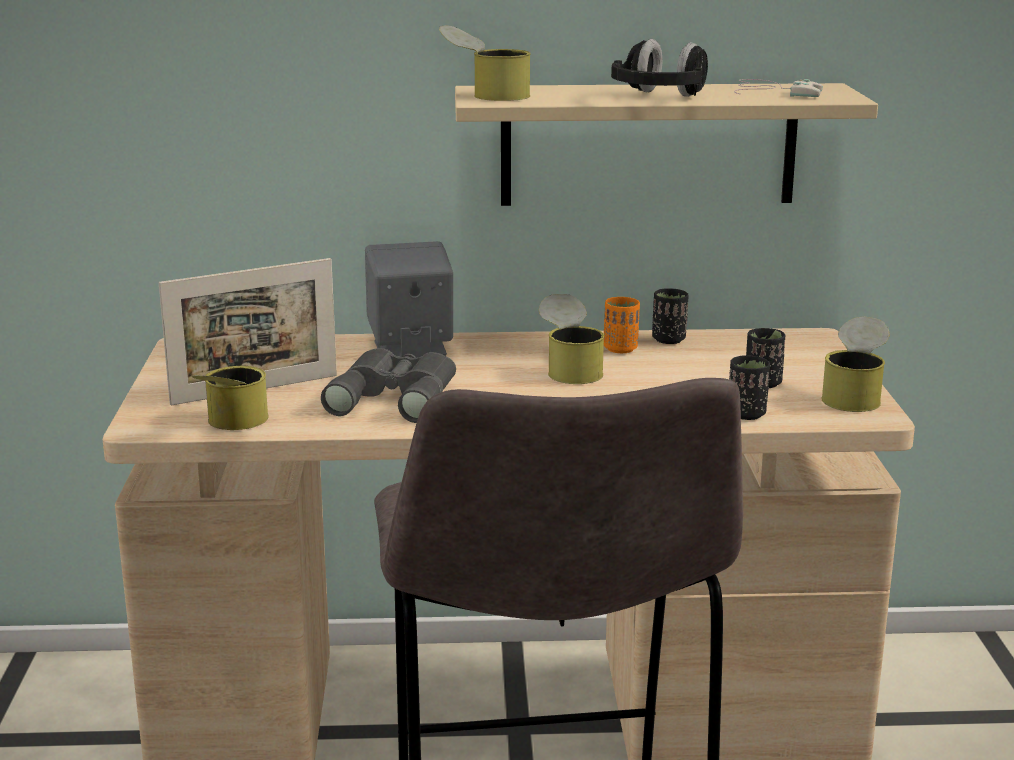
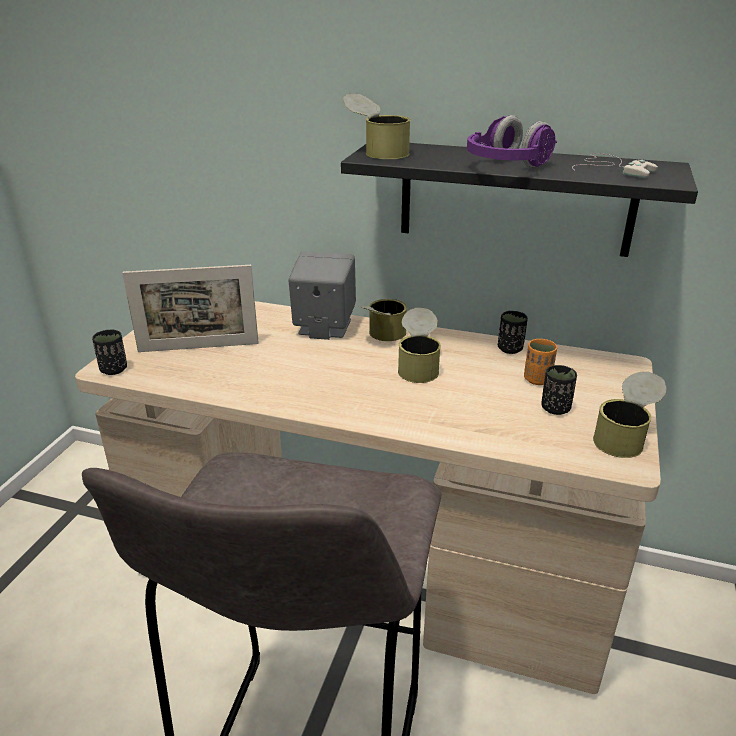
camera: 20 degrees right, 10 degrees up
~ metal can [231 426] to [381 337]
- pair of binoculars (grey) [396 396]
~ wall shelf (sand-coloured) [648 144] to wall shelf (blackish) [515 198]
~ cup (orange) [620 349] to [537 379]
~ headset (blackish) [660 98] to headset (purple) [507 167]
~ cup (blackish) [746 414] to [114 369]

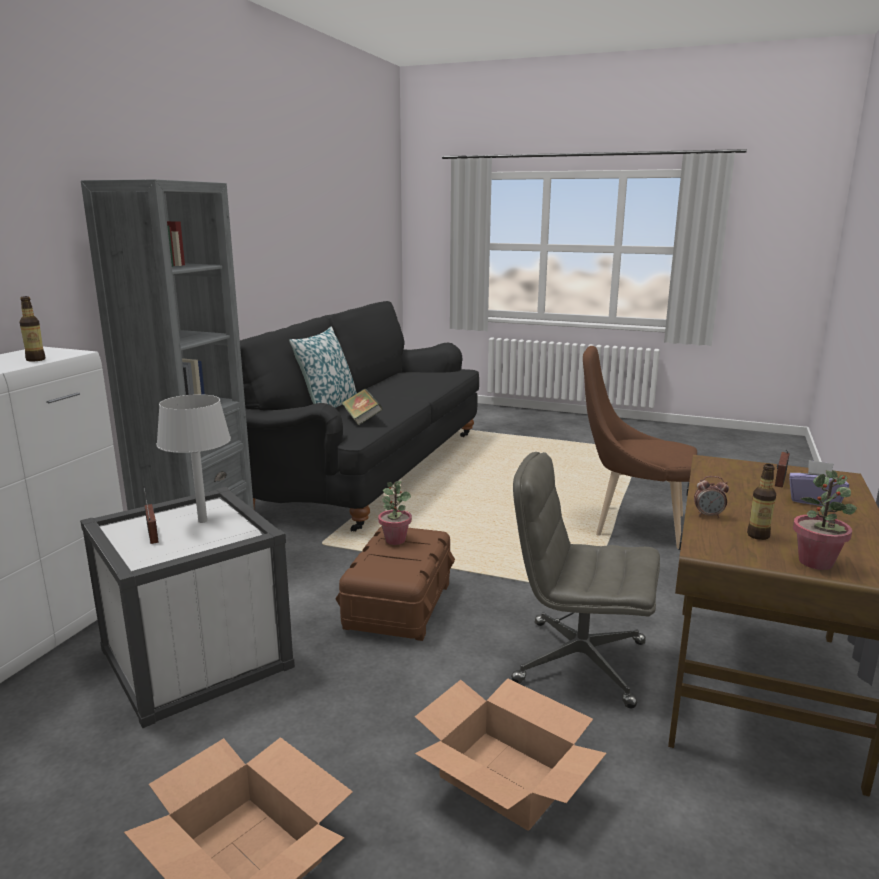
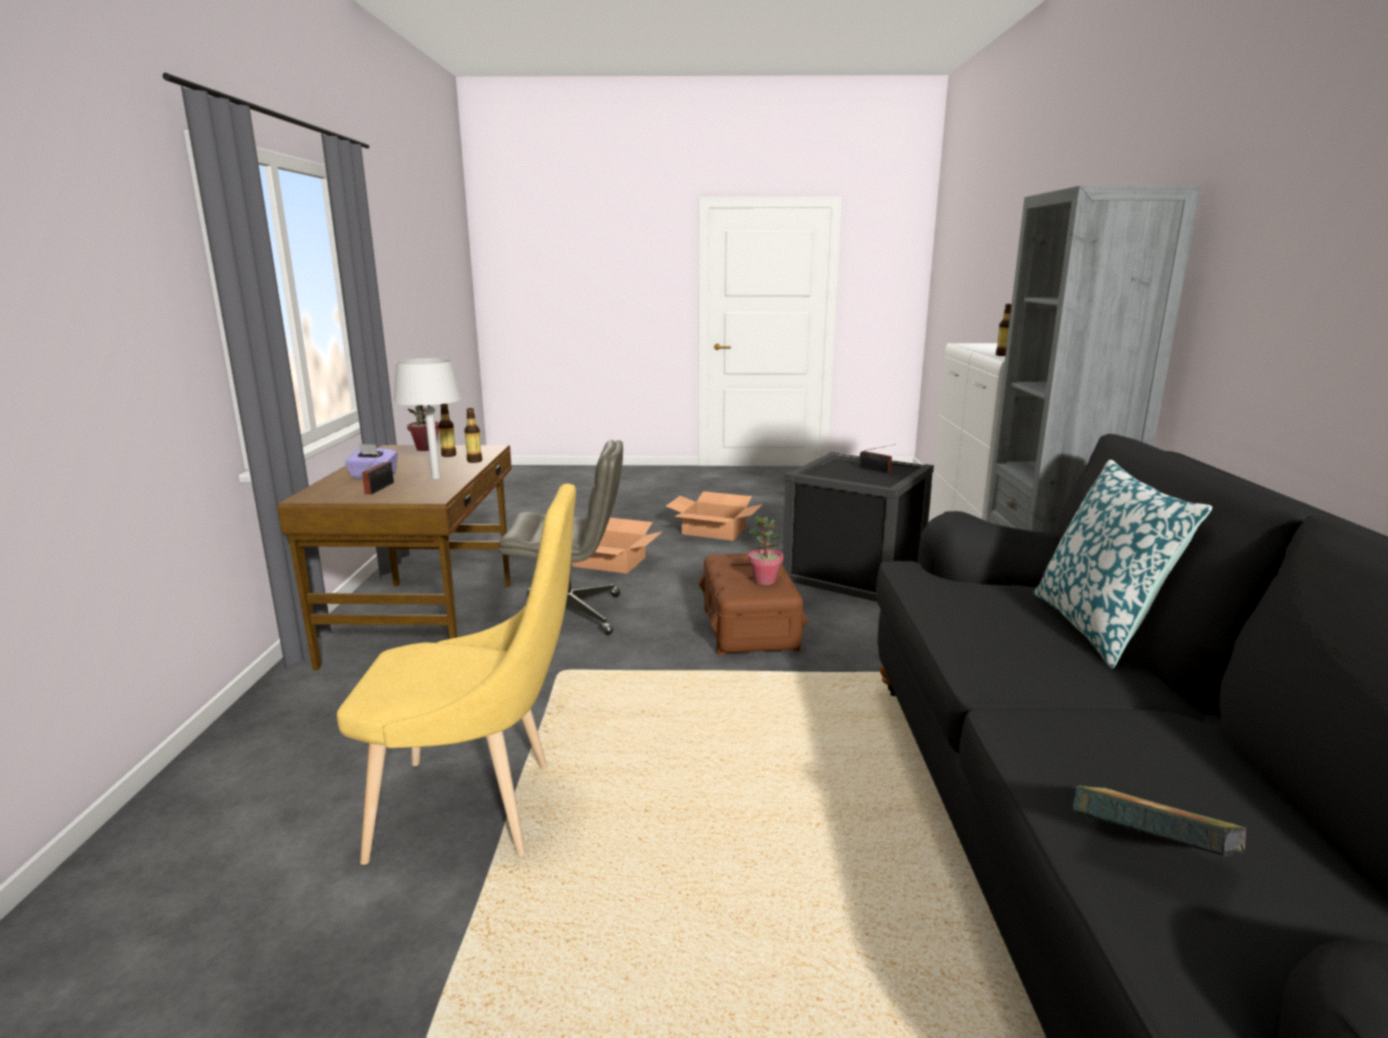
camera: 160 degrees right, 0 degrees up
~ storage bin (whitish) [195 658] to storage bin (blackish) [854 574]
~ table lamp (grey) [203 521] to [436 478]
~ bound book [362 419] to [1150 856]
~ chair (brown) [632 525] to chair (yellow) [478 809]
~ bedside clock [708 515] to bottle [474 461]

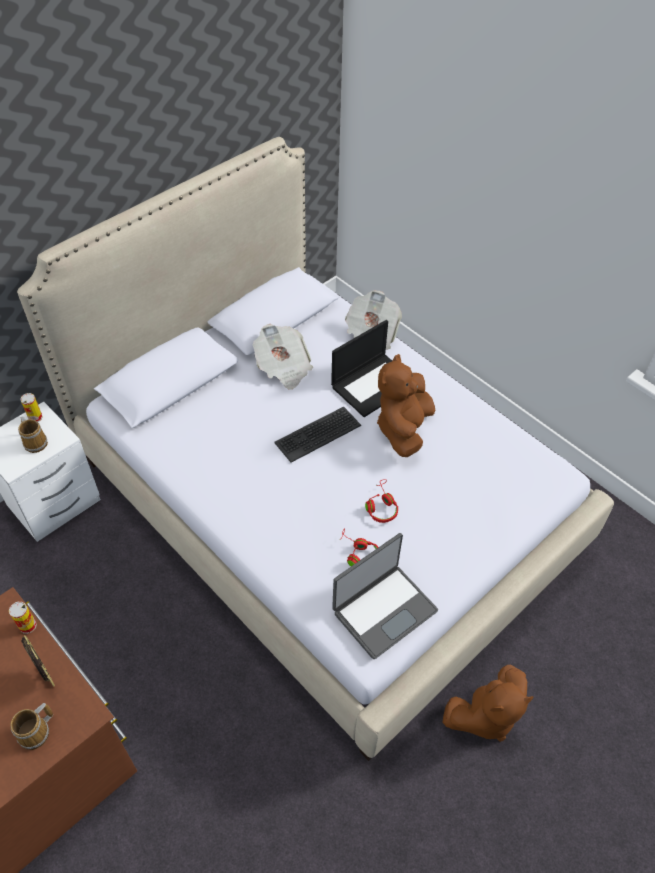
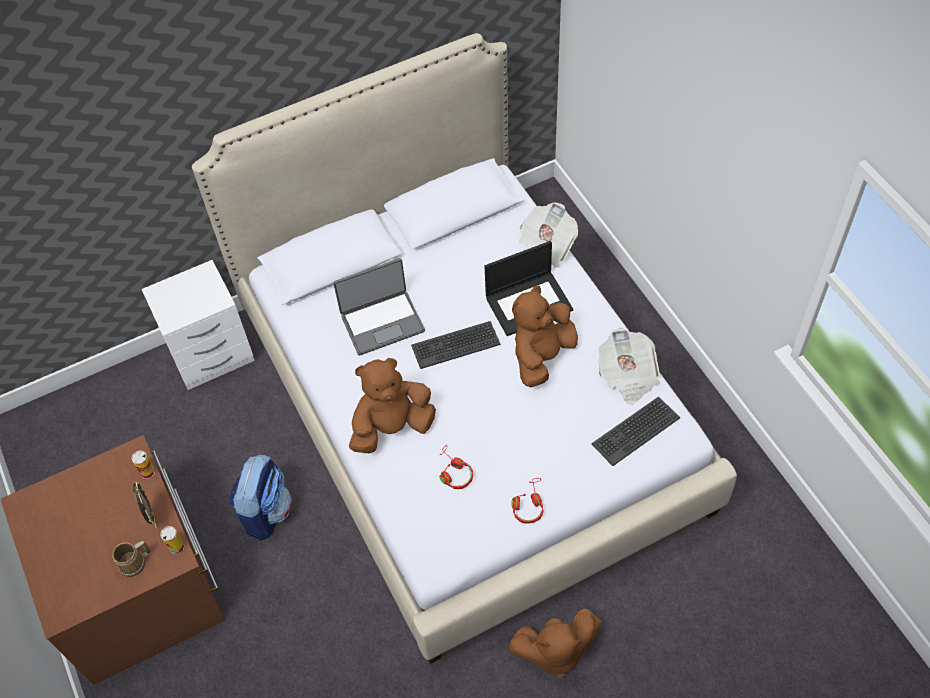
camera: 20 degrees right, 5 degrees up
- coffee mug [35 442]
~ metal can [35 417] to [176 547]
~ newspaper [283 367] to [627 376]
~ portable computer [383 610] to [382 322]
~ headset (reddish) [381 506] to [528 505]
+ rucksack [266 511]
+ soft toy (brown) [392 427]
+ computer keyboard [635 430]

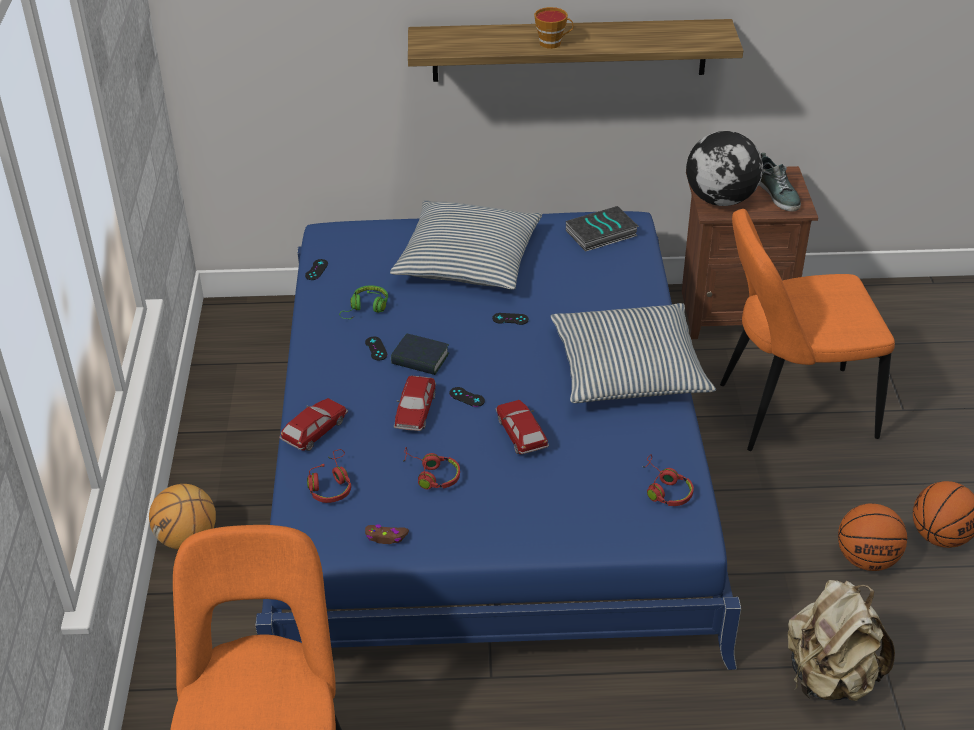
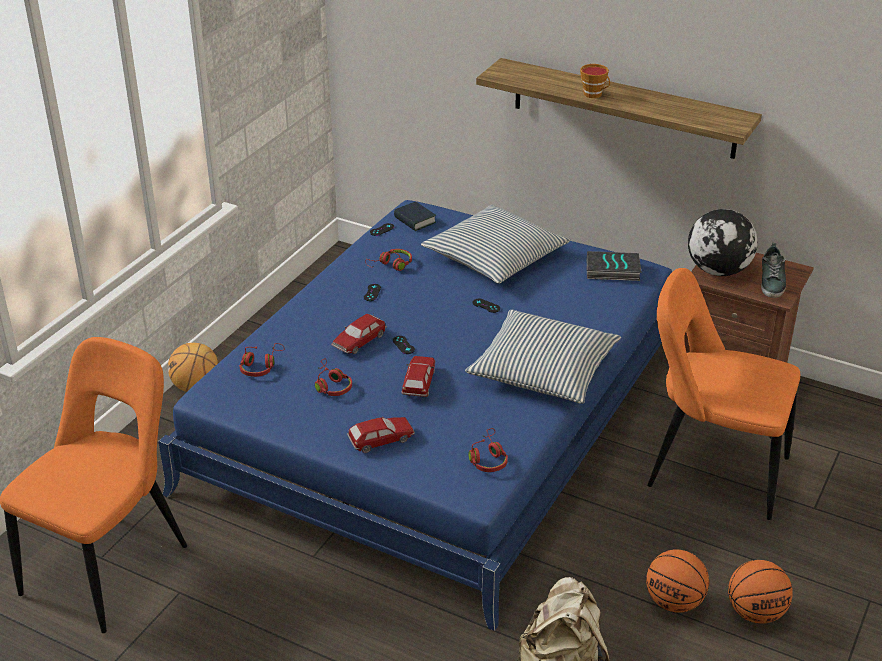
camera: 30 degrees right, 5 degrees down
~ toy car [315 430] to [381 439]
~ headset (green-coloured) [366 308] to headset (reddish) [391 265]
- game controller (brown) [386 537]
~ bound book [420 359] to [415 220]

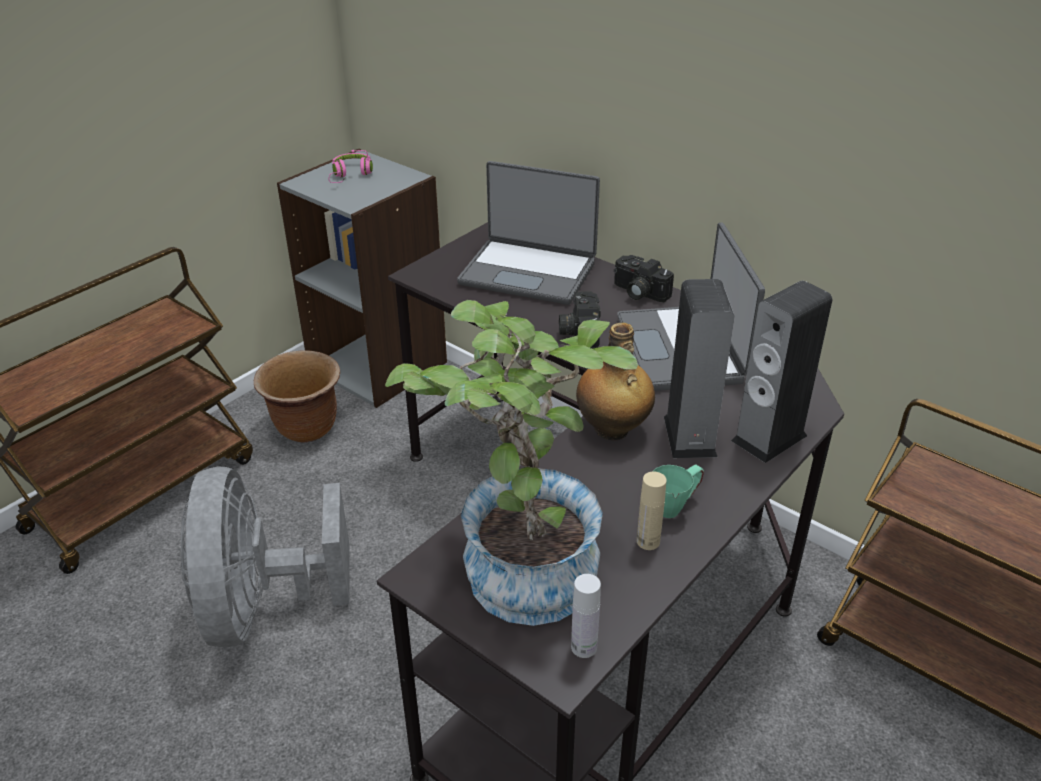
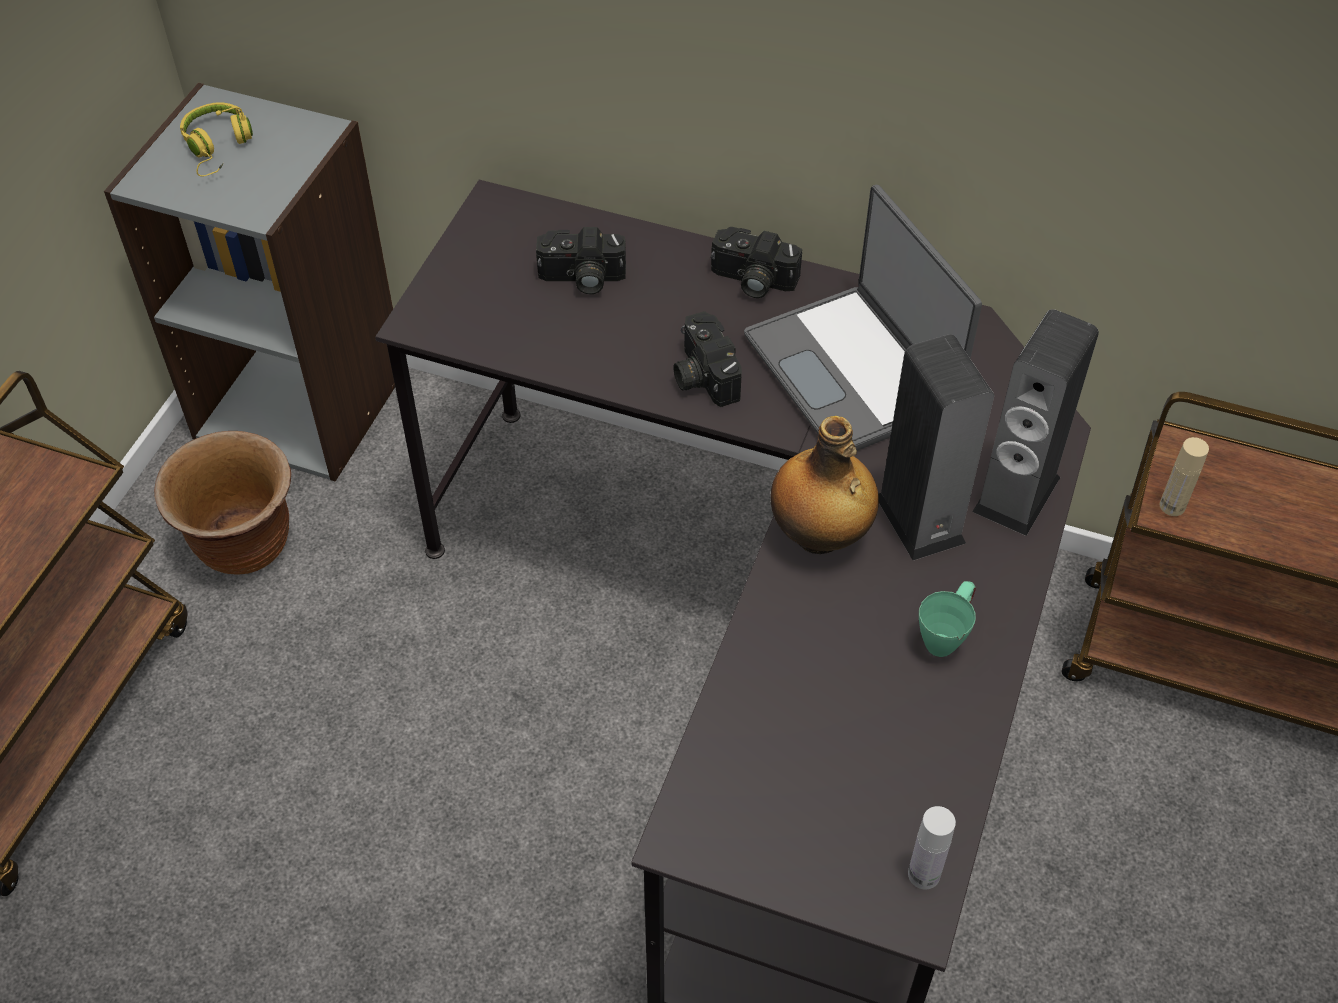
camera: 20 degrees left, 15 degrees up
- cooling fan (grey) [262 607]
~ headset (pink-coloured) [350 175] to headset (yellow) [218 147]
- potted plant [520 563]
~ portable computer [529 272] to photo camera [581 278]
~ bottle (sand-coloured) [648 541] to [1172 506]

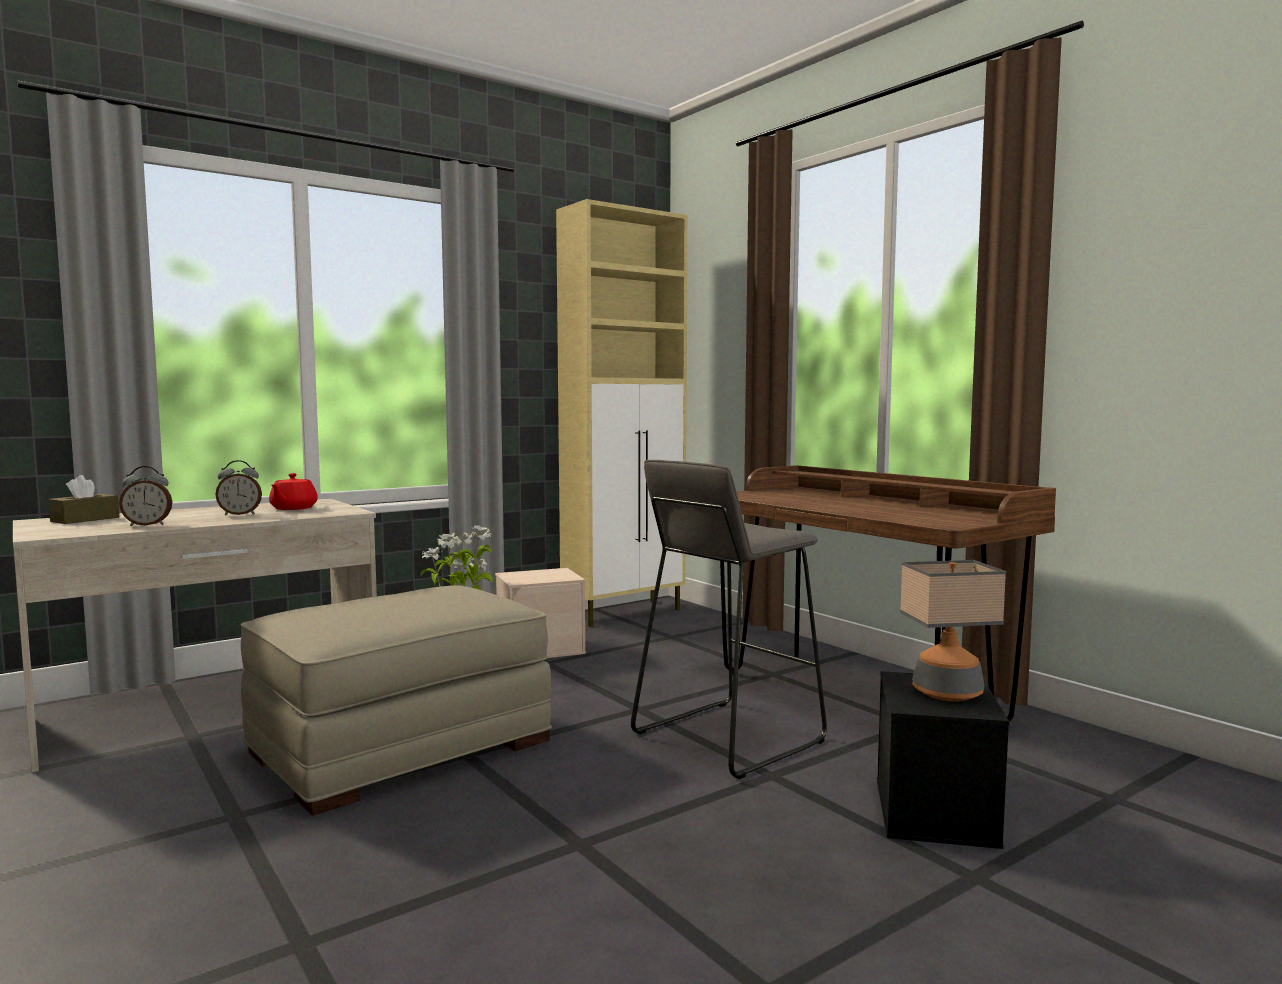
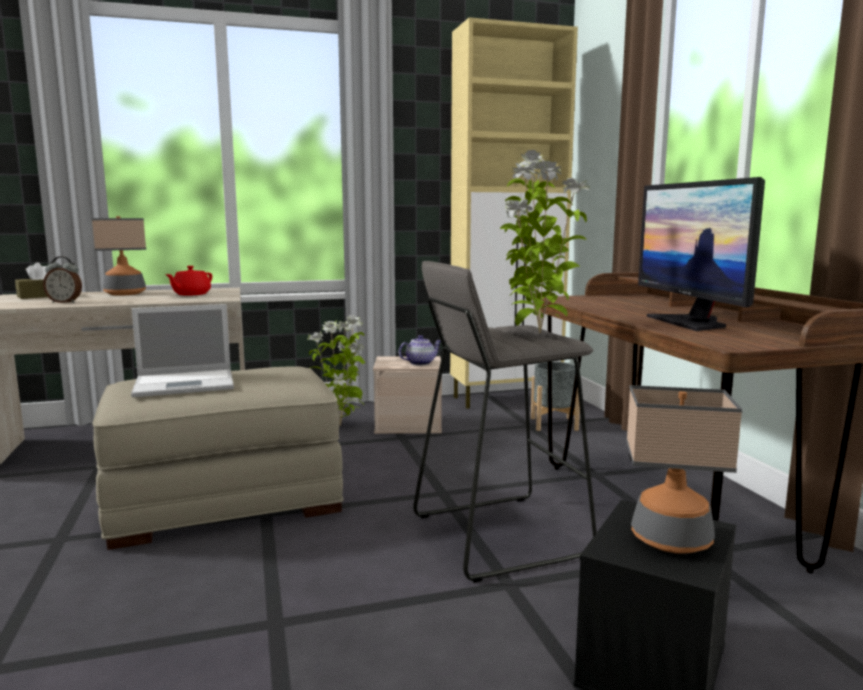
camera: 20 degrees right, 5 degrees up
- bedside clock [240 514]
+ table lamp [124 293]
+ portable computer [187 383]
+ pot for tea [420 363]
+ potted plant [537 333]
+ planter (grey) [554 424]
+ monitor [690 322]

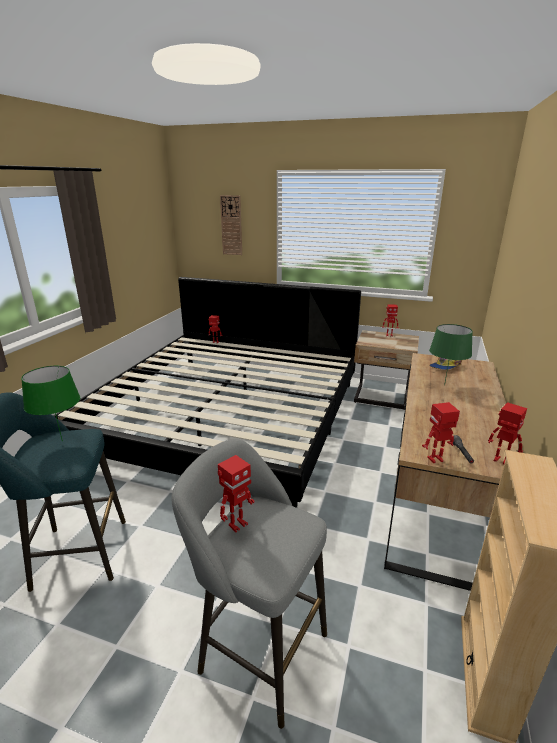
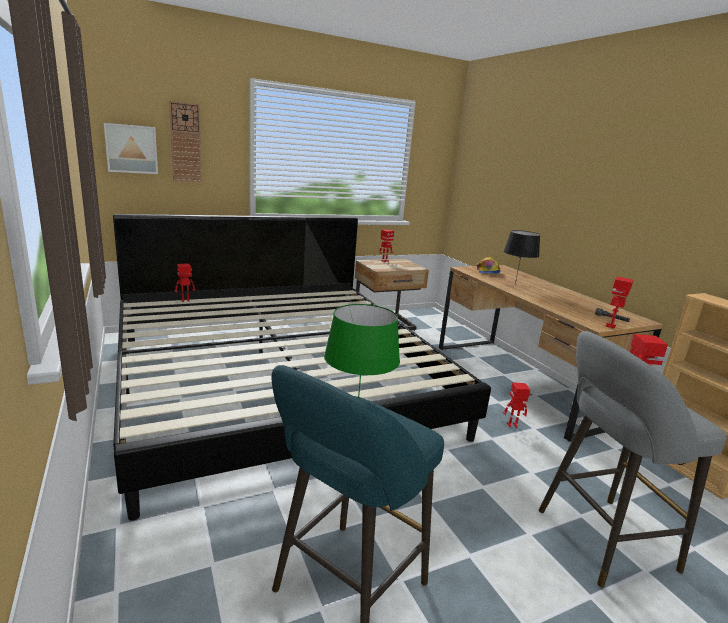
camera: 45 degrees left, 5 degrees down
~ table lamp (green-coloured) [444 385] to table lamp (blackish) [515 283]
~ robot figure [500 461] to [512 425]
+ wall picture [131 149]

